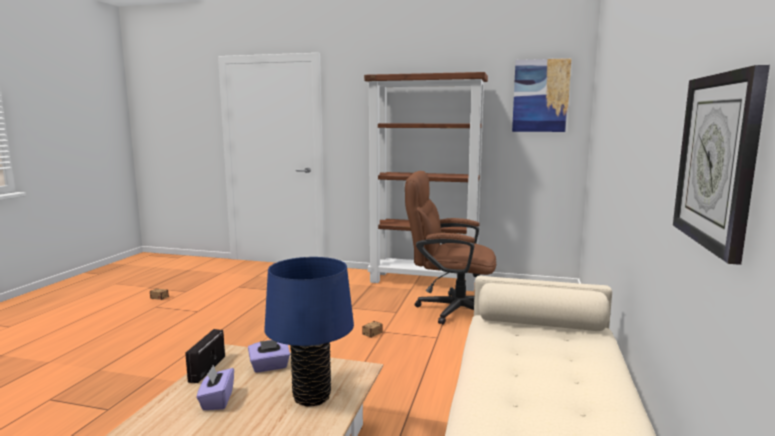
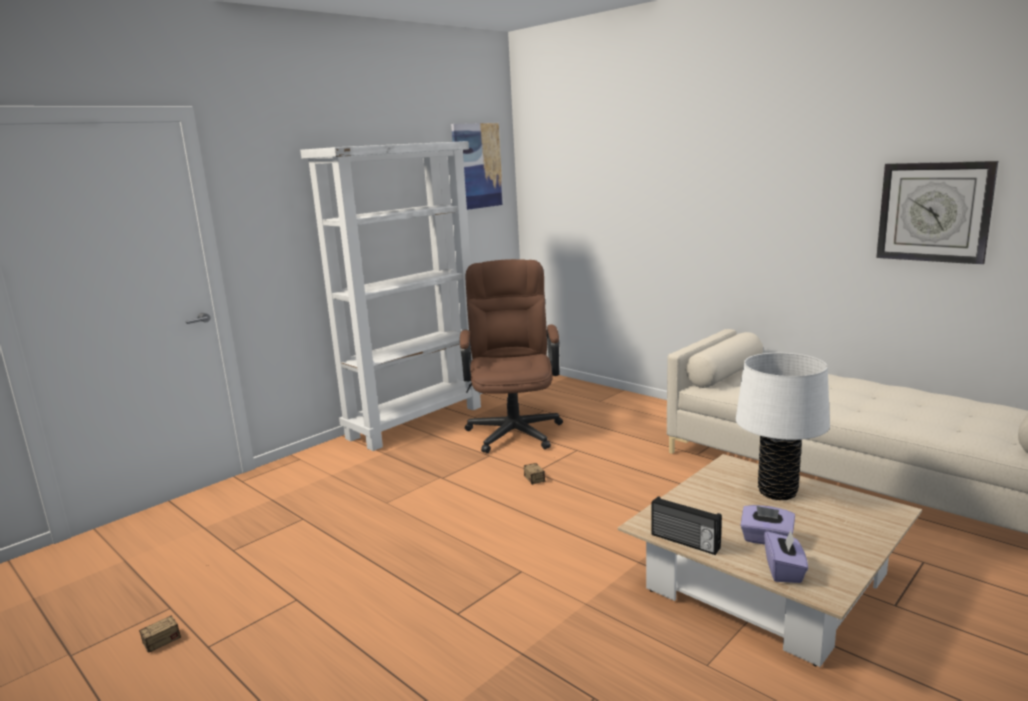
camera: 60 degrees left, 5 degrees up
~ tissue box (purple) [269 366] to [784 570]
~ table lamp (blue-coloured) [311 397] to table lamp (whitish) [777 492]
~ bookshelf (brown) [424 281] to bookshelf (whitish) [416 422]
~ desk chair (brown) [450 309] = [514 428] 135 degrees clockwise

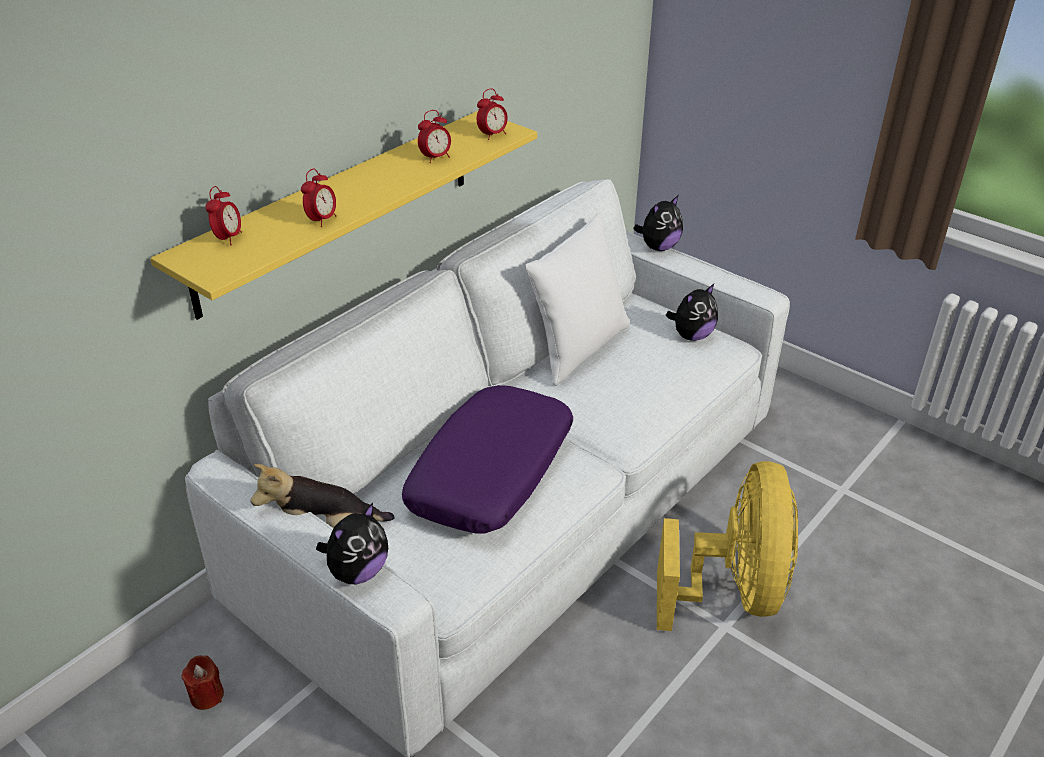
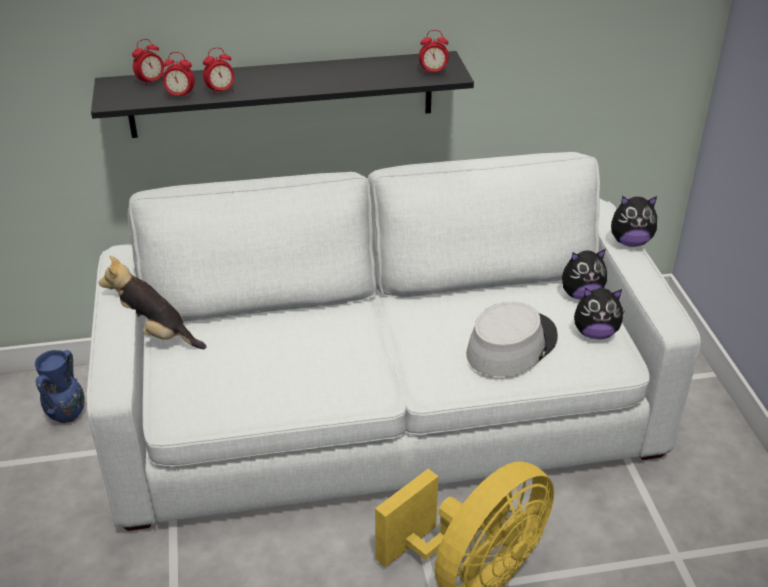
camera: 40 degrees right, 0 degrees up
~ wall shelf (yellow) [338 210] to wall shelf (blackish) [282 94]
~ candle (reddish) [206 695] to flower vase (blue-coloured) [66 416]
~ soft toy [357 572] to [580 294]
- cushion (purple) [492 473]
~ bedside clock [435 158] to [180 96]
- cushion (whitish) [577 349]
+ wearable hat (grey) [511 345]

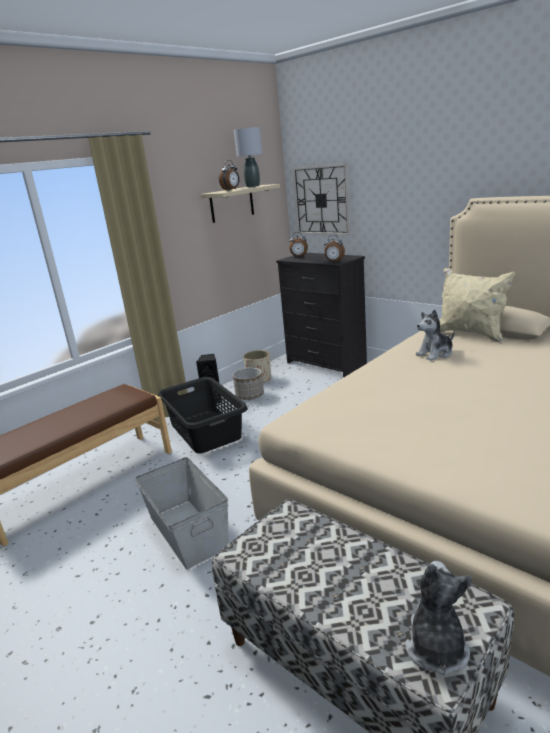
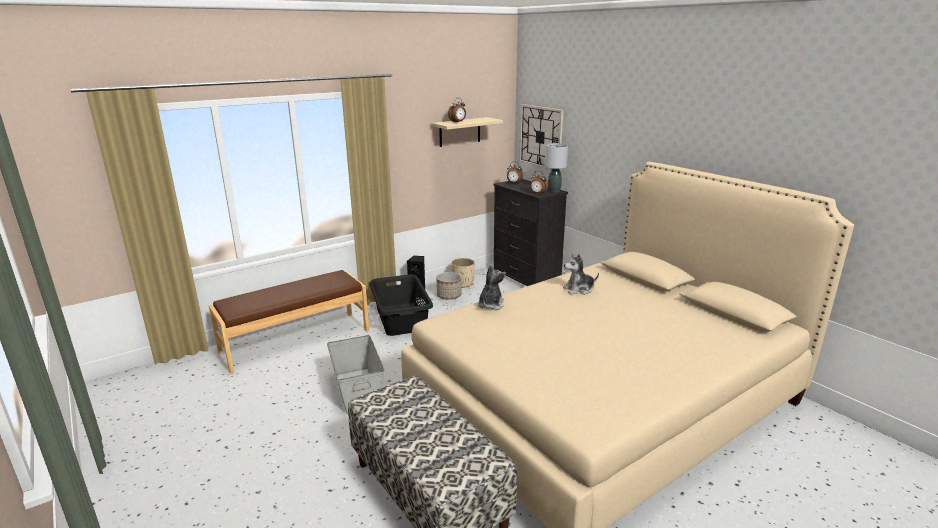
camera: 10 degrees right, 0 degrees up
~ table lamp (grey) [253 186] to [554 190]
~ soft toy [436 647] to [490 305]
- cushion (sand-coloured) [470 334]

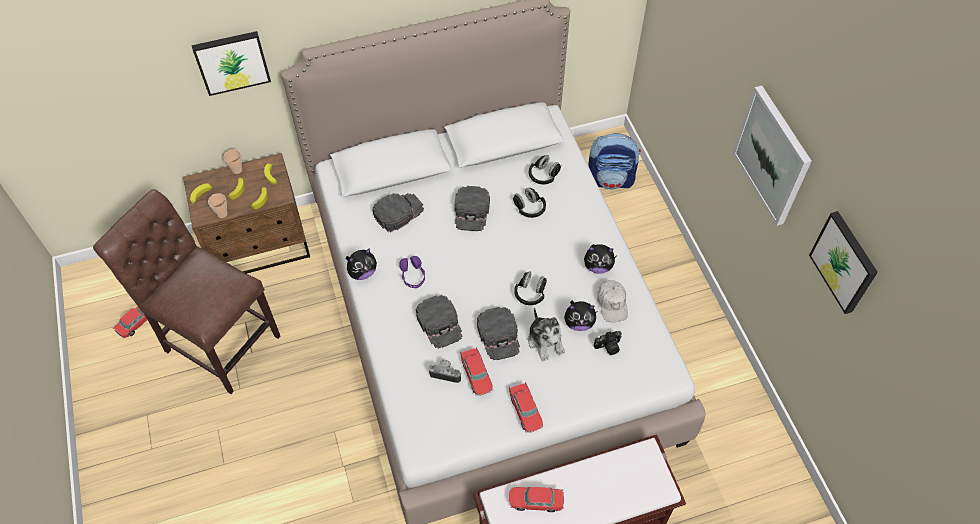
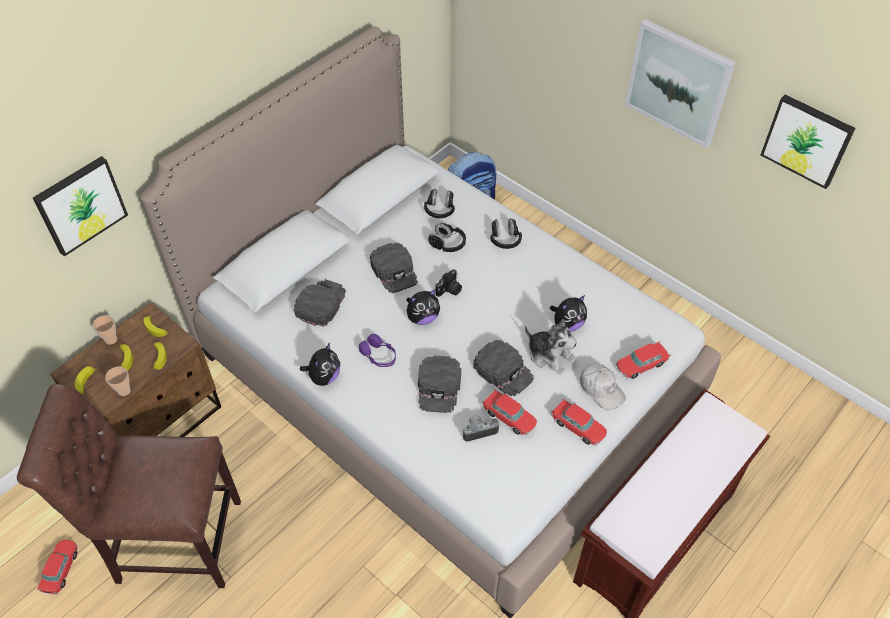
camera: 30 degrees left, 5 degrees down
~ baseball cap (blackish) [440 324] = [439 387] 60 degrees clockwise
~ toy car [536 501] to [641 365]
~ headset (blackish) [530 293] to [505 240]
~ soft toy [598 266] to [422 318]
~ photo camera [608 347] to [449 290]
~ baseball cap (whitish) [612 304] to [601 389]

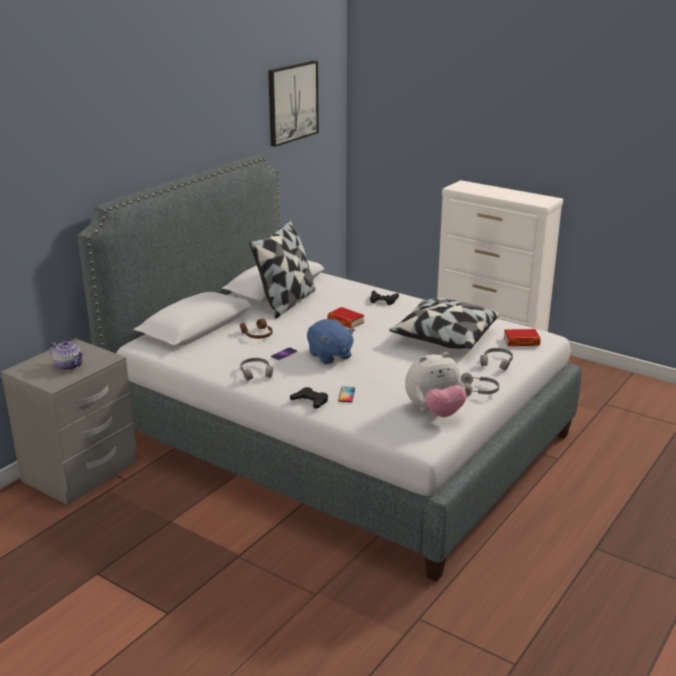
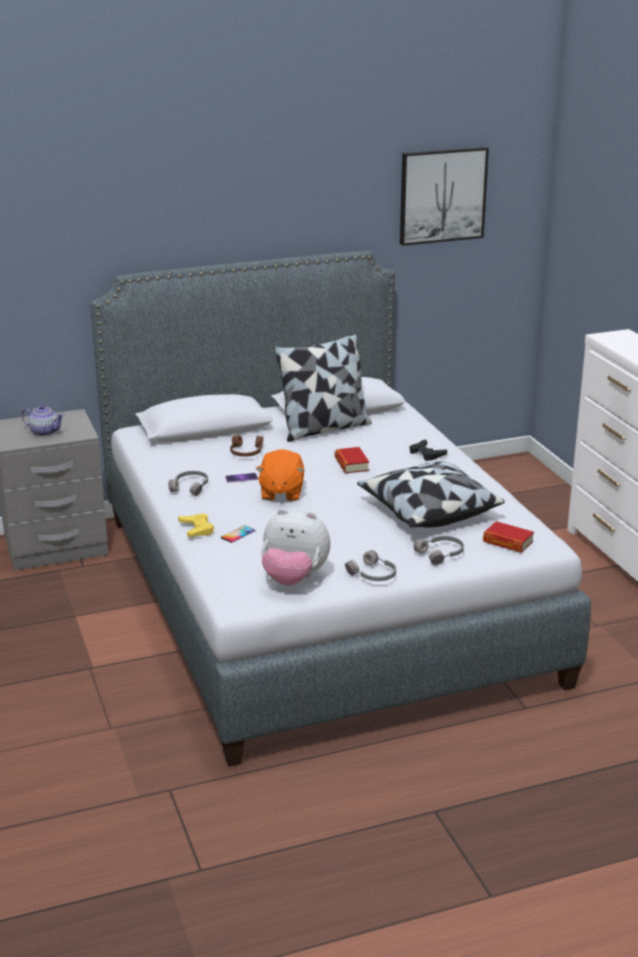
camera: 35 degrees right, 0 degrees up
~ pot for tea [69 366] = [44 431] 45 degrees counterclockwise
~ game controller (blackish) [310 401] to game controller (yellow) [197 529]
~ soft toy (blue-coloured) [329 355] to soft toy (orange) [281 493]

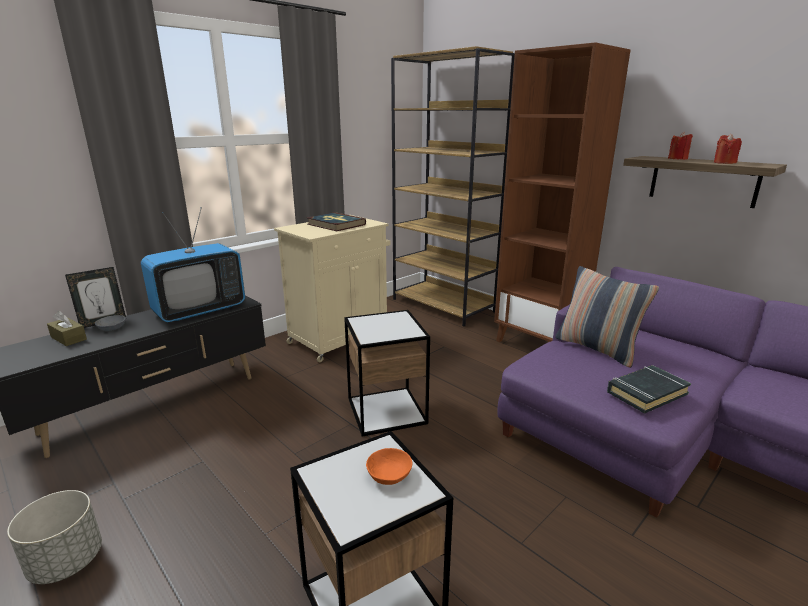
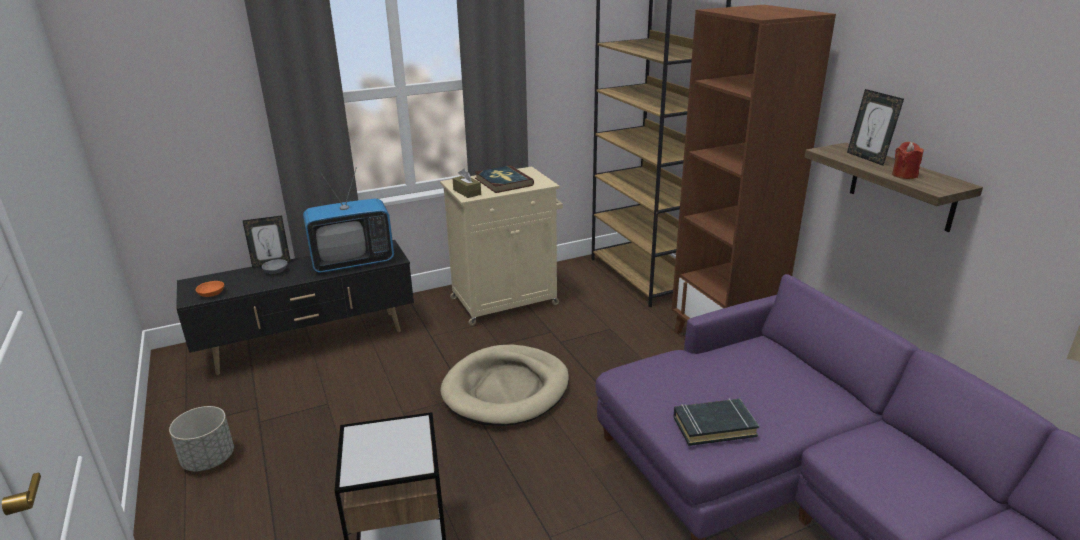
camera: 20 degrees right, 5 degrees up
~ tissue box (brown) [68 338] to [467 192]
~ side table [386 410] to pet bed (sand-coloured) [506 389]
~ serving bowl (orange) [390 476] to [211 294]
- cushion [597 348]
~ candle (reddish) [677 159] to standing frame [867 158]

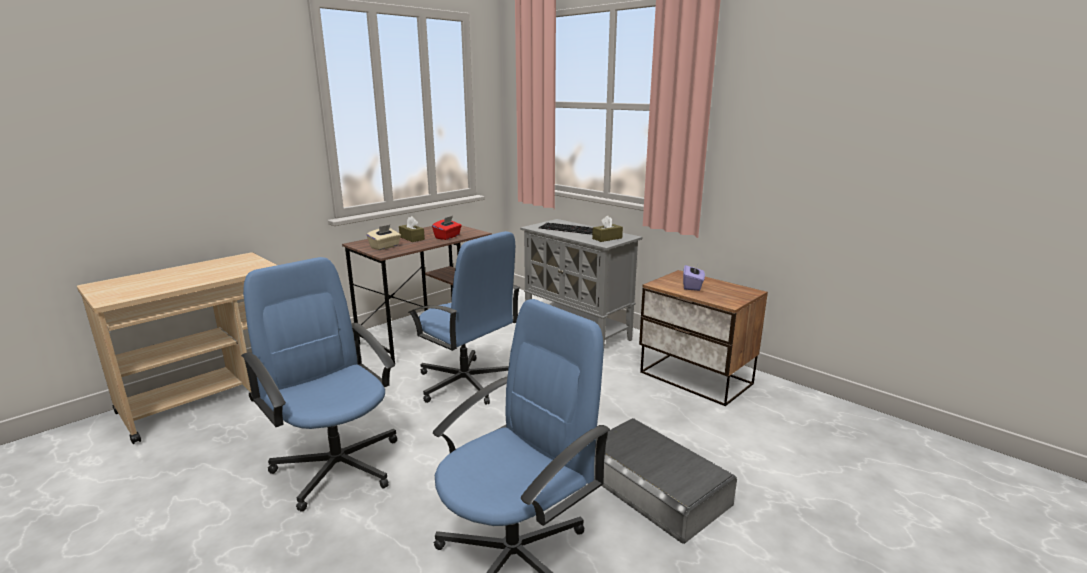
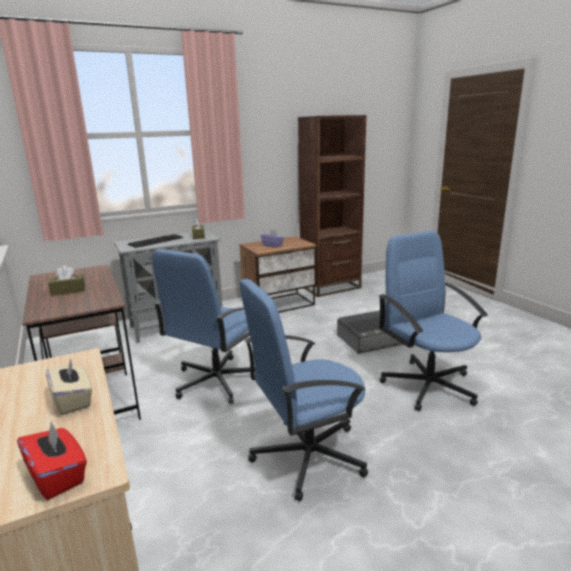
camera: 70 degrees left, 0 degrees up
~ tissue box (sand-coloured) [385 247] to [73 400]
~ desk chair (blue-coloured) [465 383] = [215 381] 150 degrees clockwise
~ tissue box (reddish) [447 237] to [57 476]
+ bookshelf (brown) [330 287]

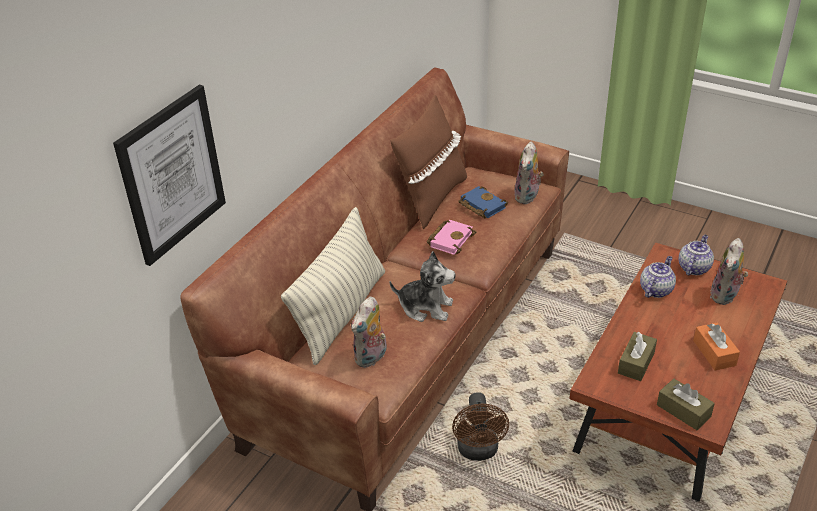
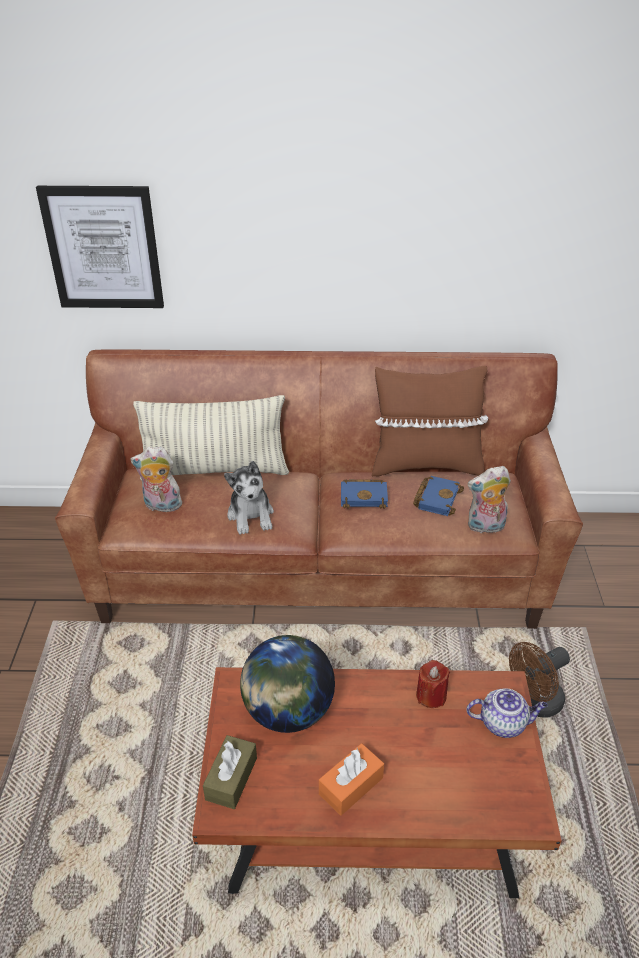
camera: 60 degrees right, 0 degrees up
~ bound book (pink-coloured) [450 239] to bound book (blue-coloured) [365 496]
~ cooling fan (brown) [478 451] to [534 703]
~ tissue box (brown) [636 363] to world globe [288 712]
~ pot for tea [656 289] to candle (reddish) [431 696]
- soft toy [725 296]

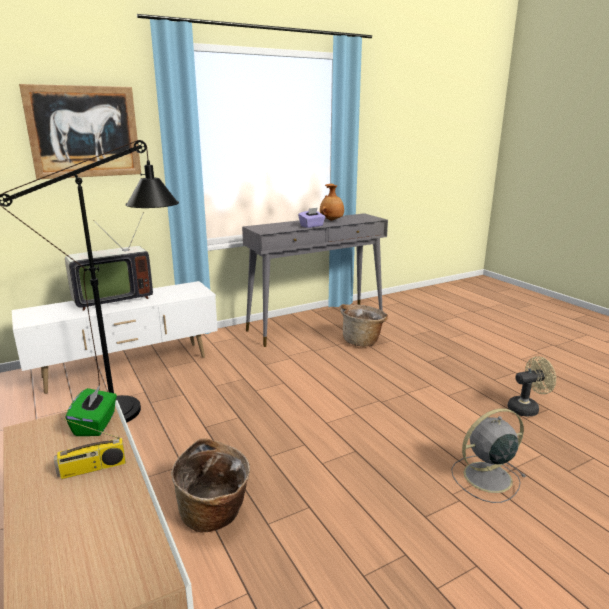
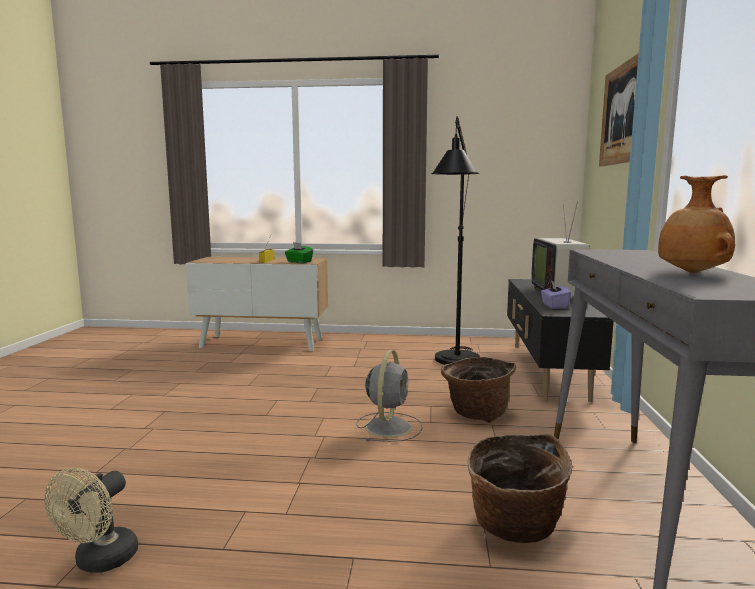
camera: 125 degrees right, 10 degrees down
~ tv stand (whitish) [127 367] to tv stand (blackish) [546 370]
~ household basket [214 514] to [476 414]
~ tissue box (purple) [311 226] to [554 306]
~ cooling fan (grey) [485 477] to [389 426]

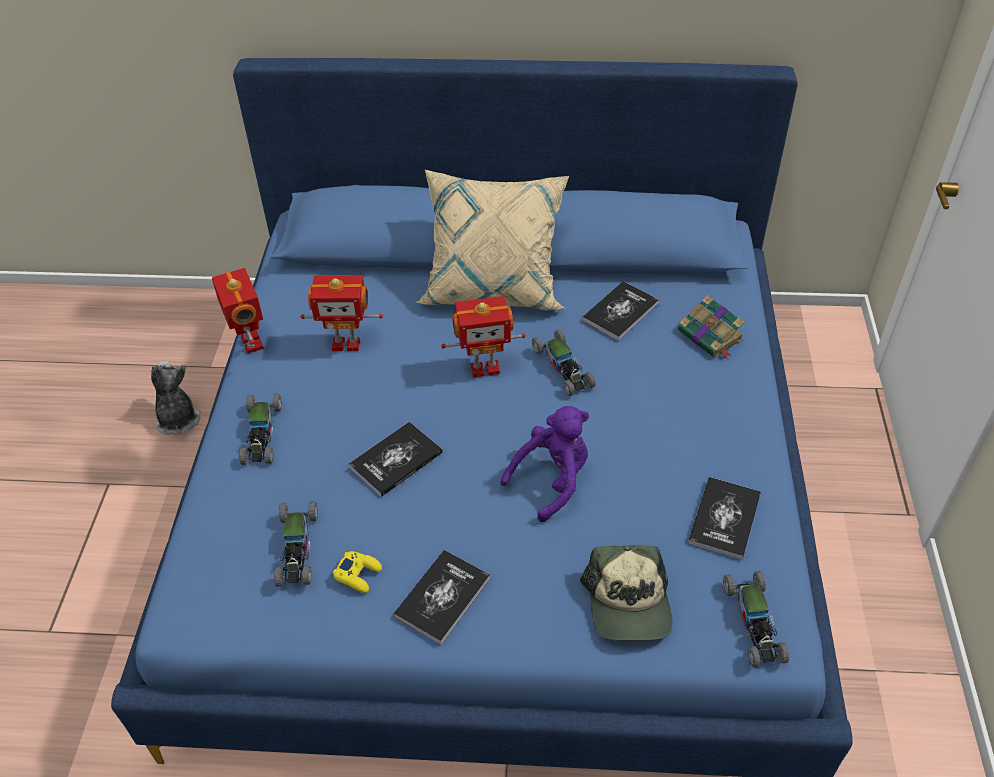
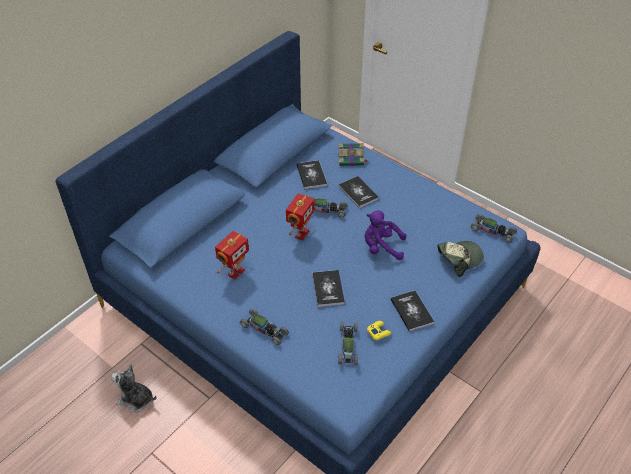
camera: 55 degrees left, 0 degrees up
- robot figure [250 343]
~ toy car [297 548] = [348 345] 120 degrees counterclockwise
- cushion (sand-coloured) [494 286]
~ soft toy (purple) [552 480] = [381 247] 75 degrees counterclockwise
~ baseball cap [628 604] = [459 259] 60 degrees counterclockwise
~ bound book [724 518] to [358 192]

